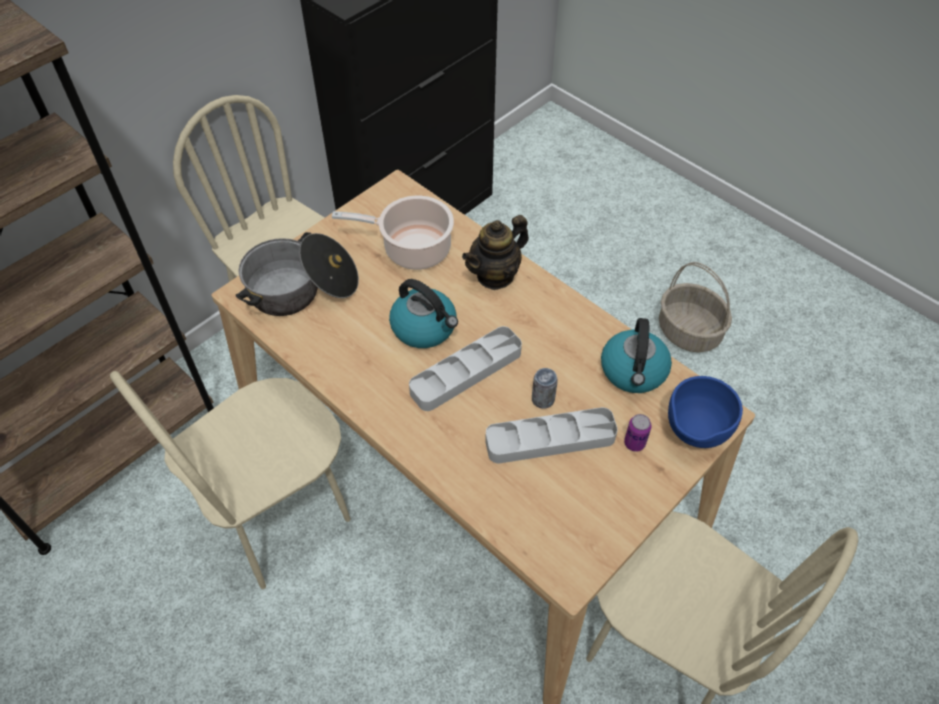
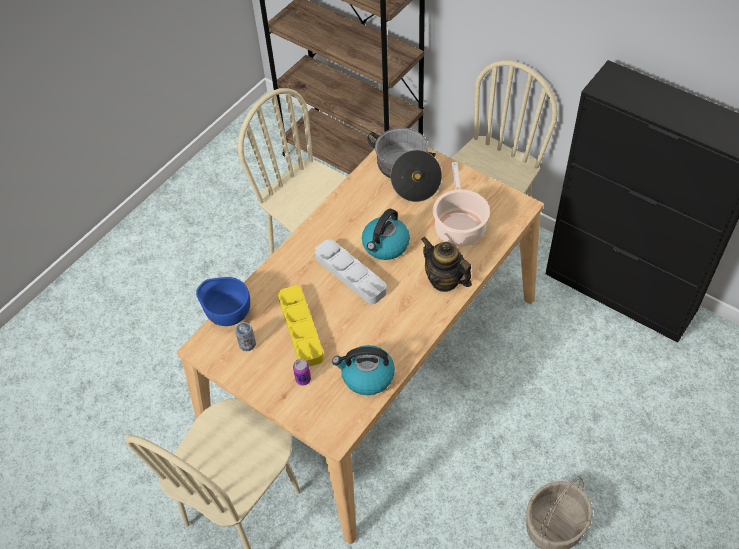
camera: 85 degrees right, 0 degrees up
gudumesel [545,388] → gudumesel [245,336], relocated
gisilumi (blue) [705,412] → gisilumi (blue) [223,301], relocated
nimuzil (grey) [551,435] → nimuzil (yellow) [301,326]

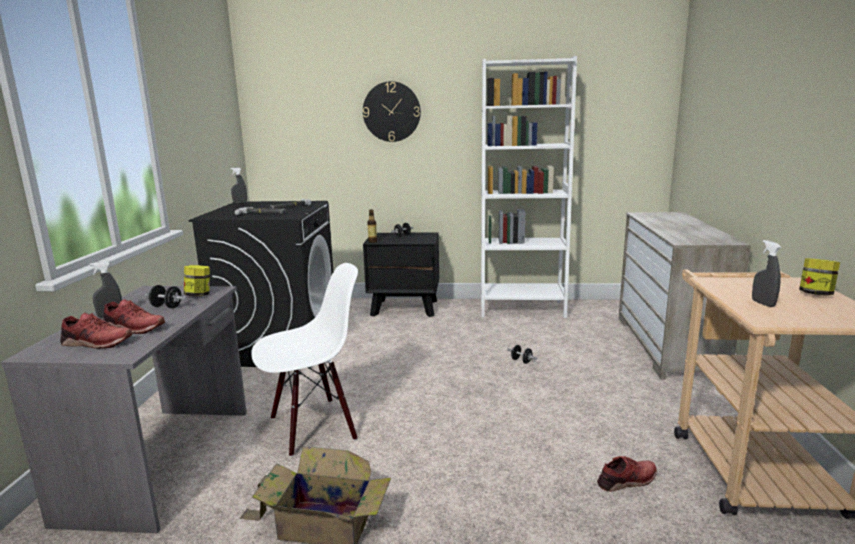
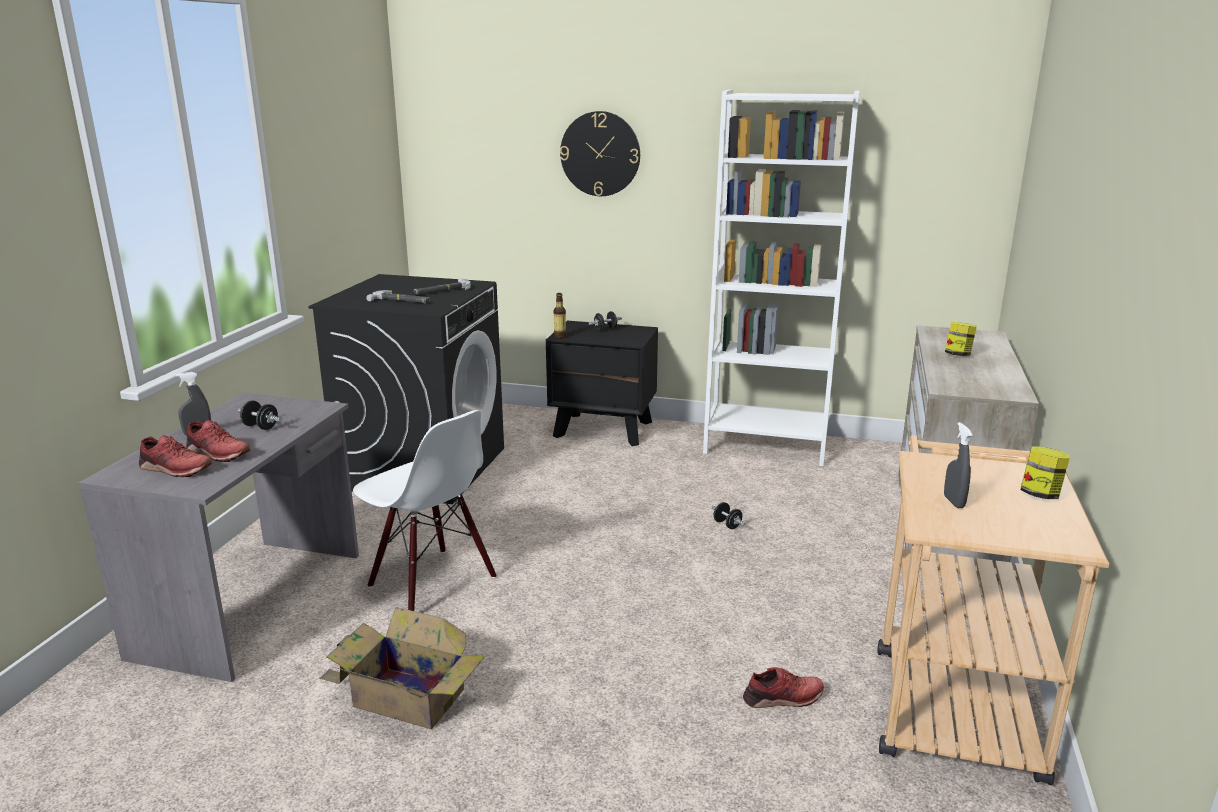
camera: 10 degrees right, 5 degrees up
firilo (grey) [238,185] → -
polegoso [197,280] → polegoso [961,339], relocated
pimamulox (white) [304,360] → pimamulox (white) [425,510], 60 degrees clockwise

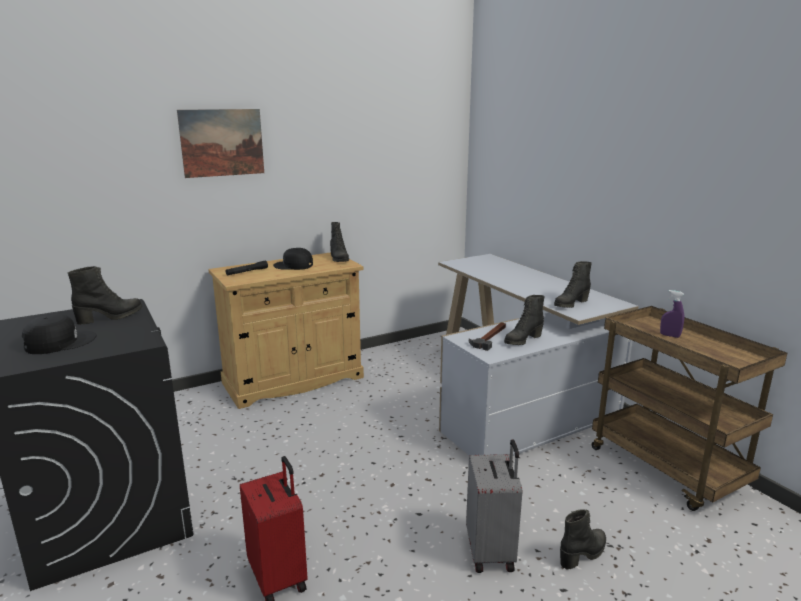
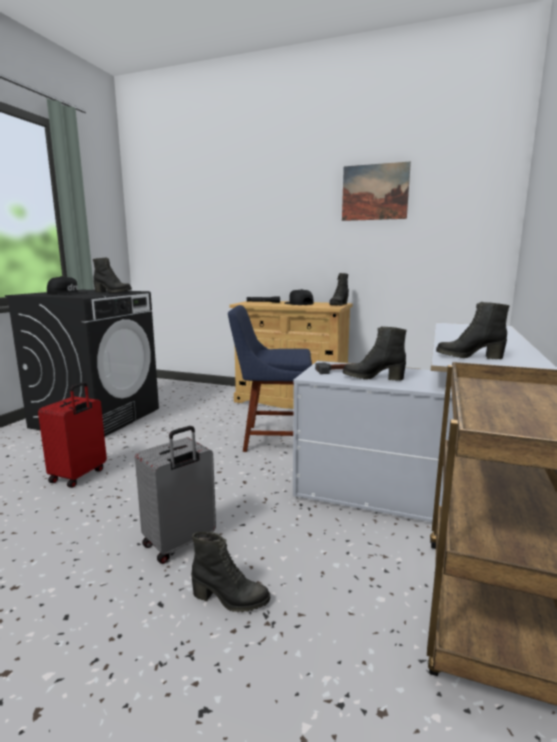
camera: 50 degrees right, 5 degrees down
firilo (purple) [672,314] → -
- → pimamulox (blue) [270,378]
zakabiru [220,143] → zakabiru [376,191], relocated

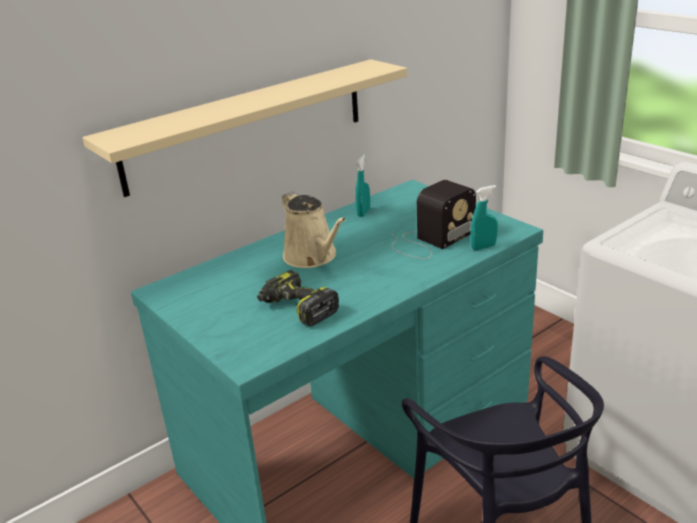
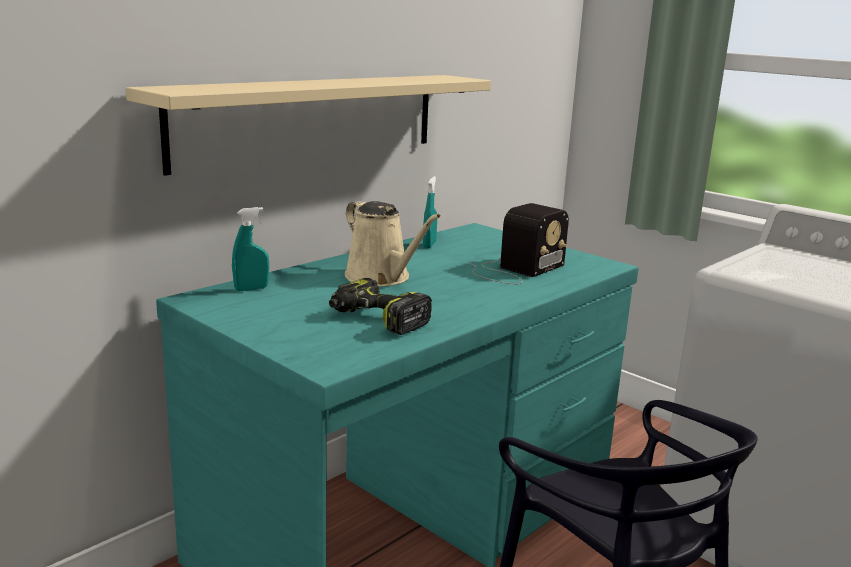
camera: 10 degrees left, 10 degrees down
firilo (turquoise) [484,217] → firilo (turquoise) [250,249], relocated

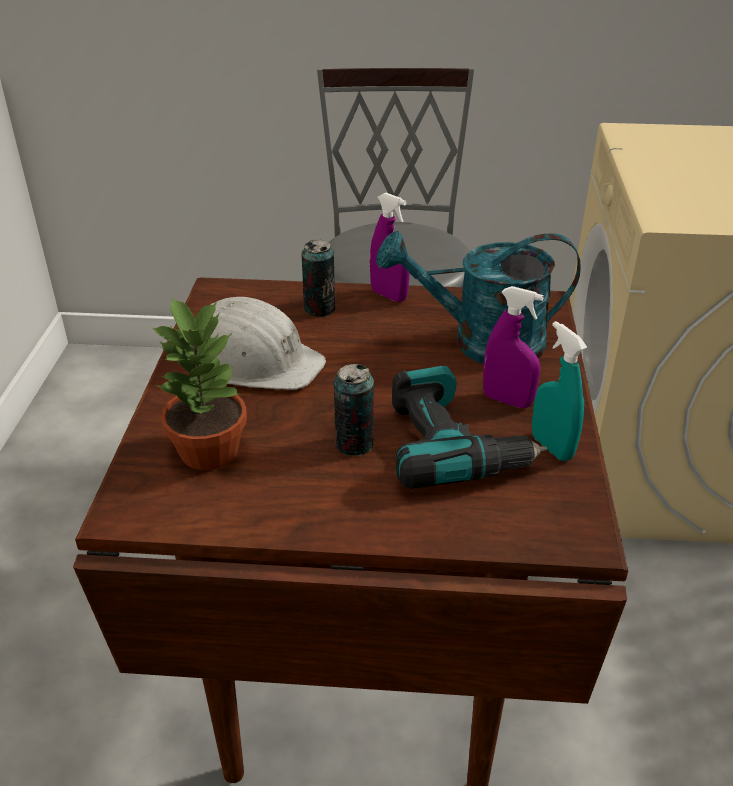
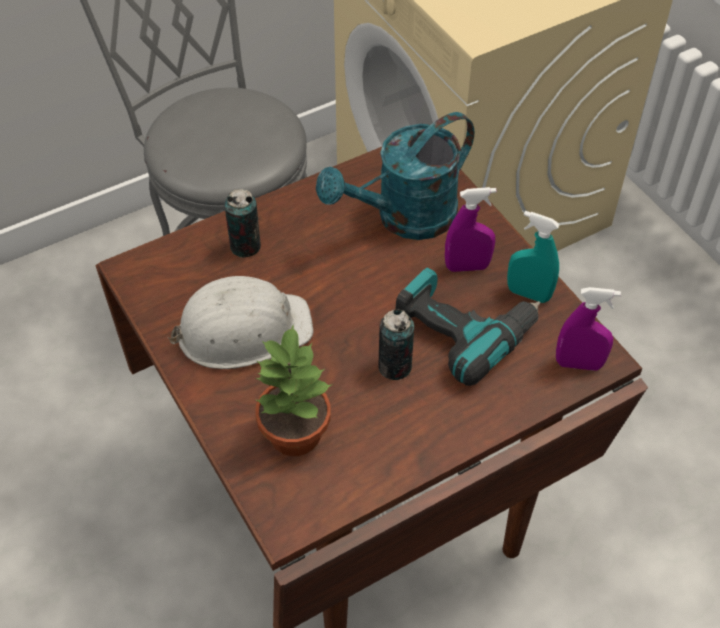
camera: 35 degrees left, 15 degrees up
firilo (purple) [390,247] → firilo (purple) [588,329], relocated

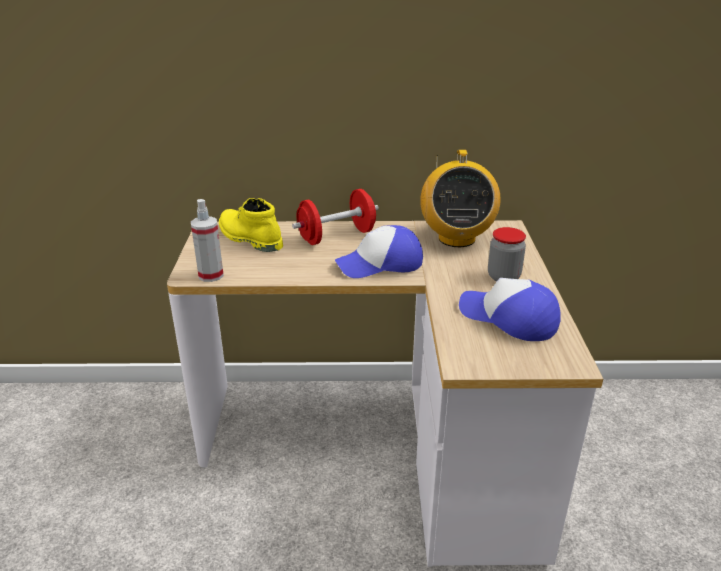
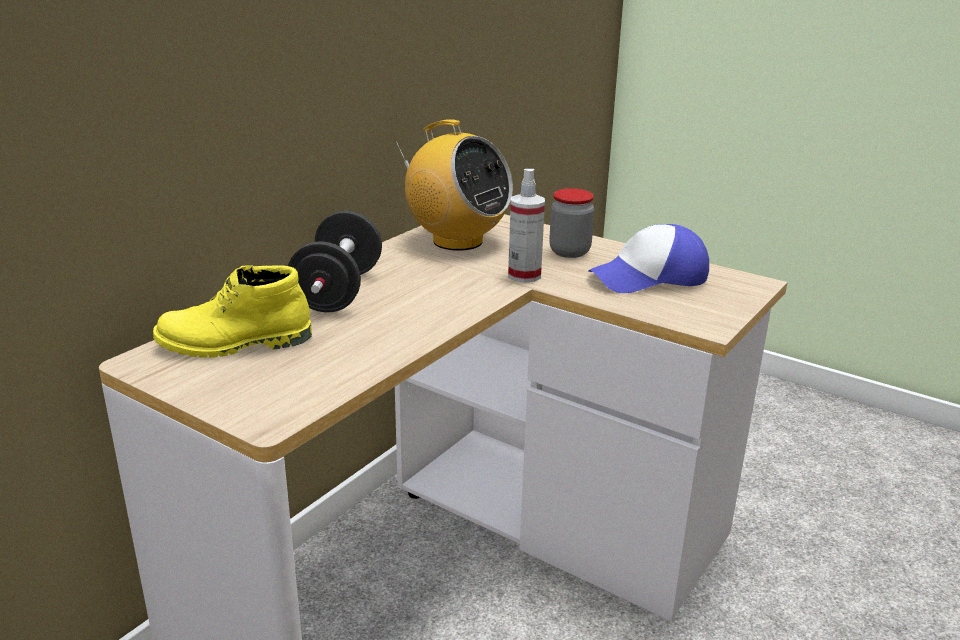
camera: 55 degrees left, 5 degrees down
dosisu [379,251] → -
firilo [207,240] → firilo [526,226], relocated
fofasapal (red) [335,217] → fofasapal (black) [335,261]

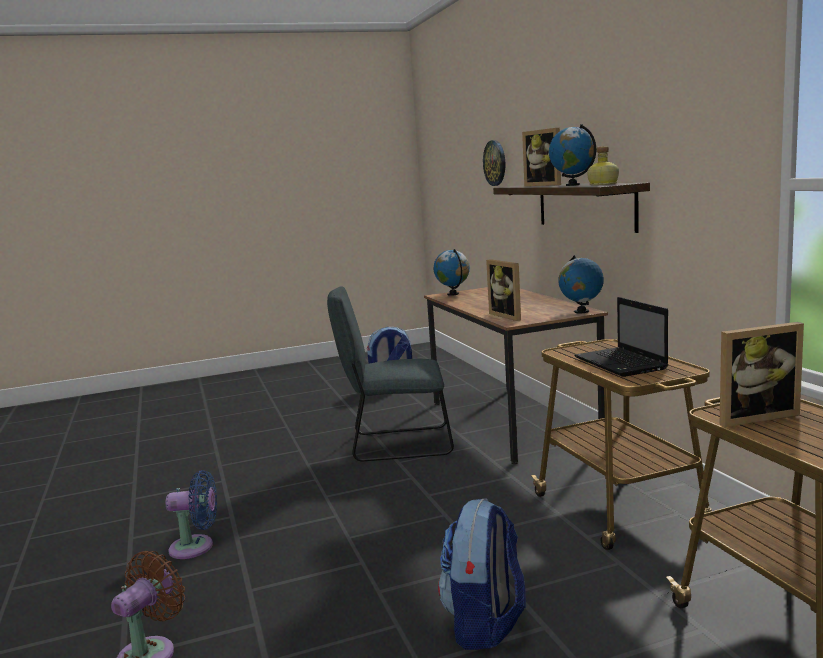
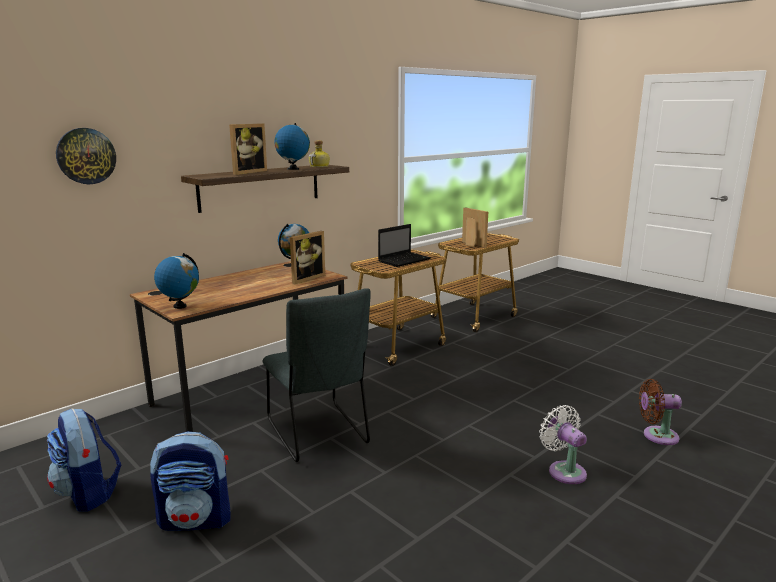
camera: 115 degrees left, 5 degrees up
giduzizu [482,574] → giduzizu [190,481], relocated
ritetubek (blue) [191,514] → ritetubek (white) [563,444]

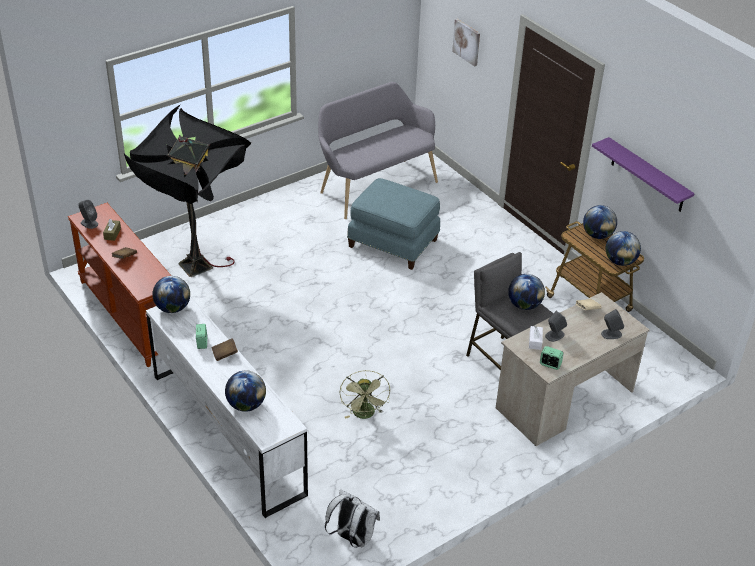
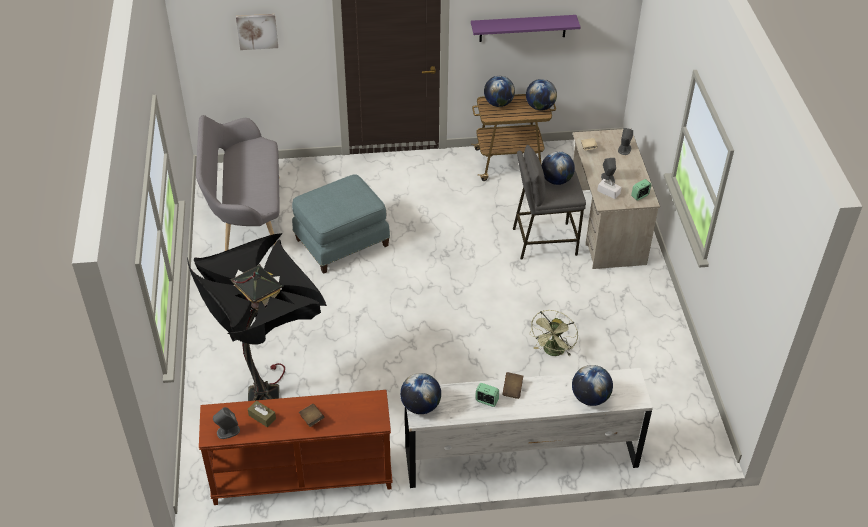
camera: 60 degrees left, 5 degrees up
giduzizu (white) [352,518] → -
ritetubek (green) [364,394] → ritetubek (green) [553,333], 90 degrees clockwise

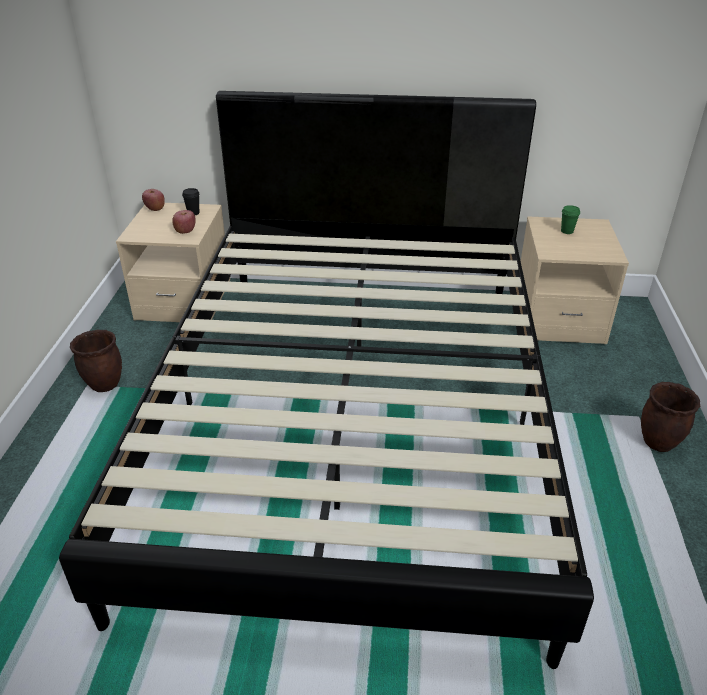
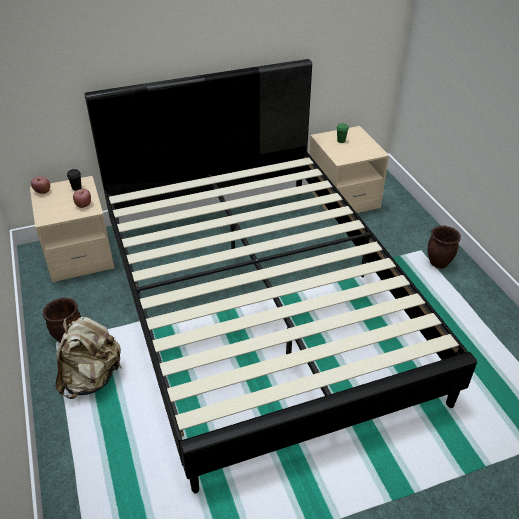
camera: 25 degrees left, 5 degrees up
- → giduzizu (beige) [88,358]

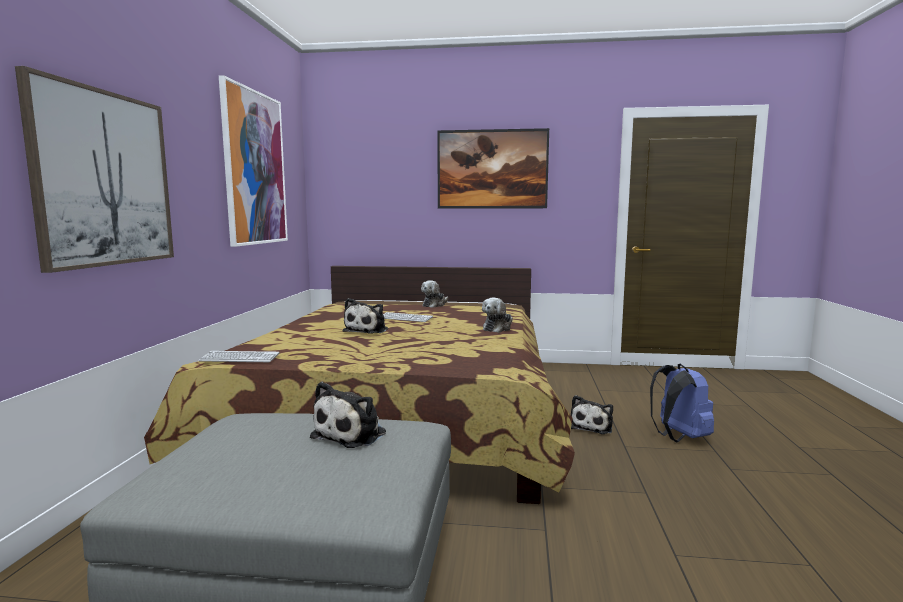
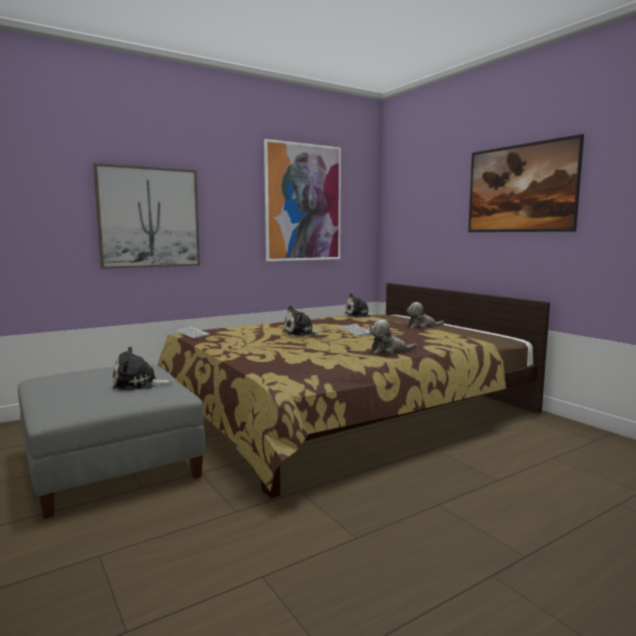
camera: 50 degrees right, 0 degrees up
giduzizu (blue) [682,403] → -
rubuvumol [592,414] → rubuvumol [361,305], relocated

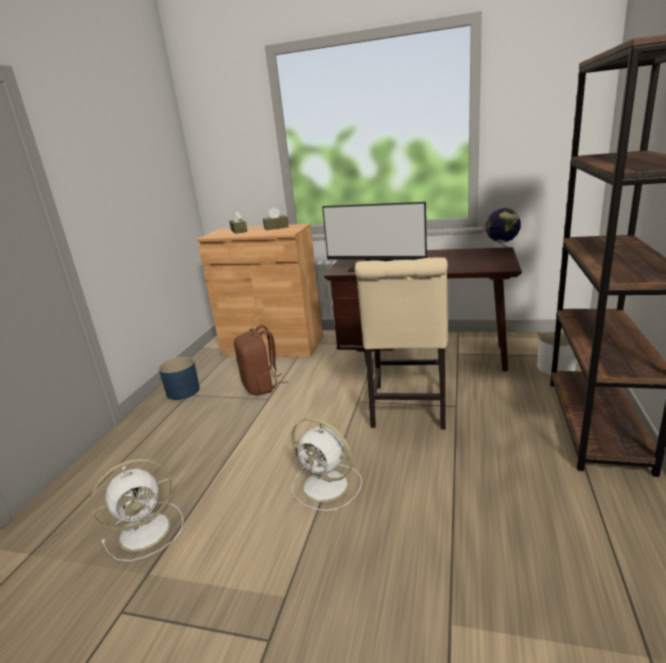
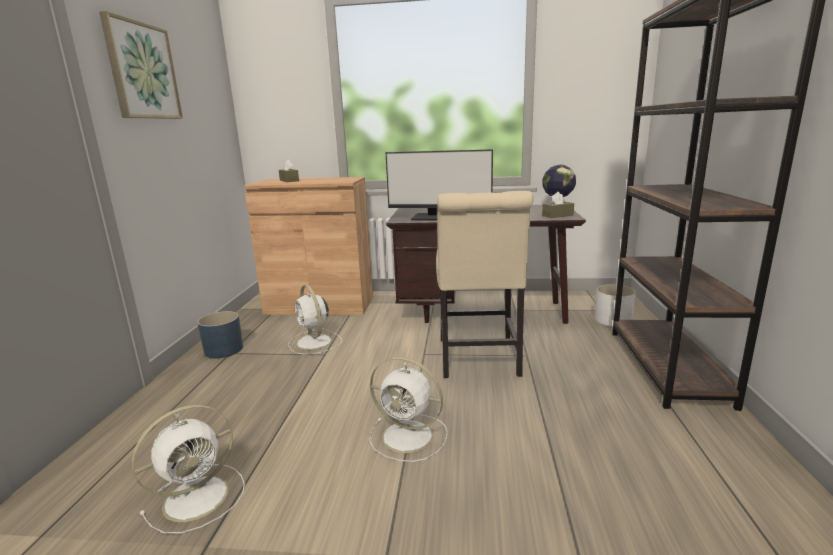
camera: 10 degrees left, 5 degrees down
- → zakabiru [141,65]
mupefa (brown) [276,219] → mupefa (brown) [558,205], relocated
giduzizu (brown) [261,360] → ritetubek (white) [315,320]

